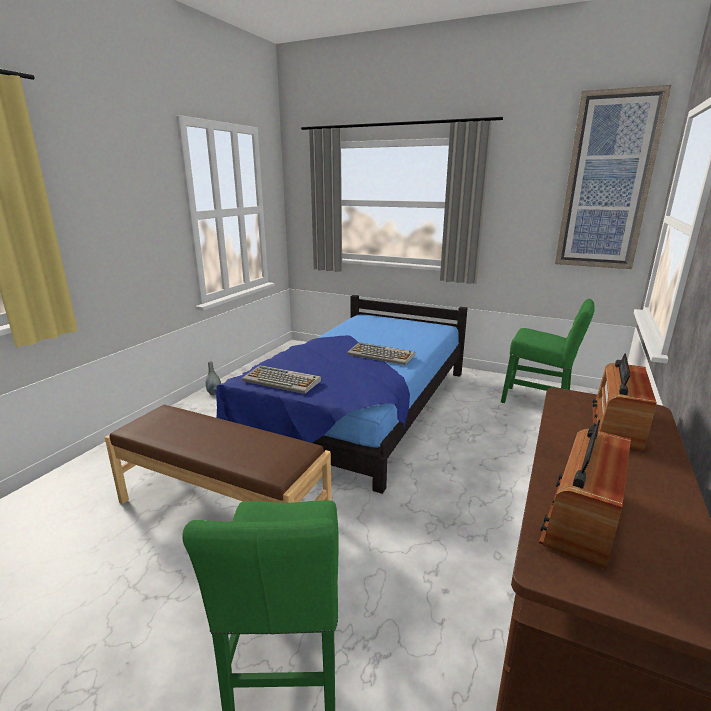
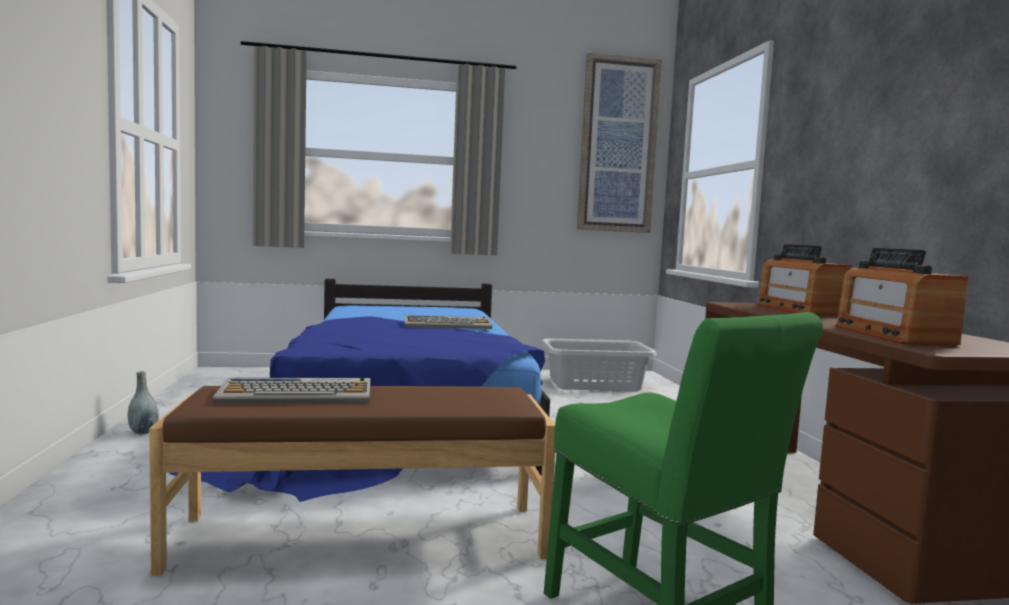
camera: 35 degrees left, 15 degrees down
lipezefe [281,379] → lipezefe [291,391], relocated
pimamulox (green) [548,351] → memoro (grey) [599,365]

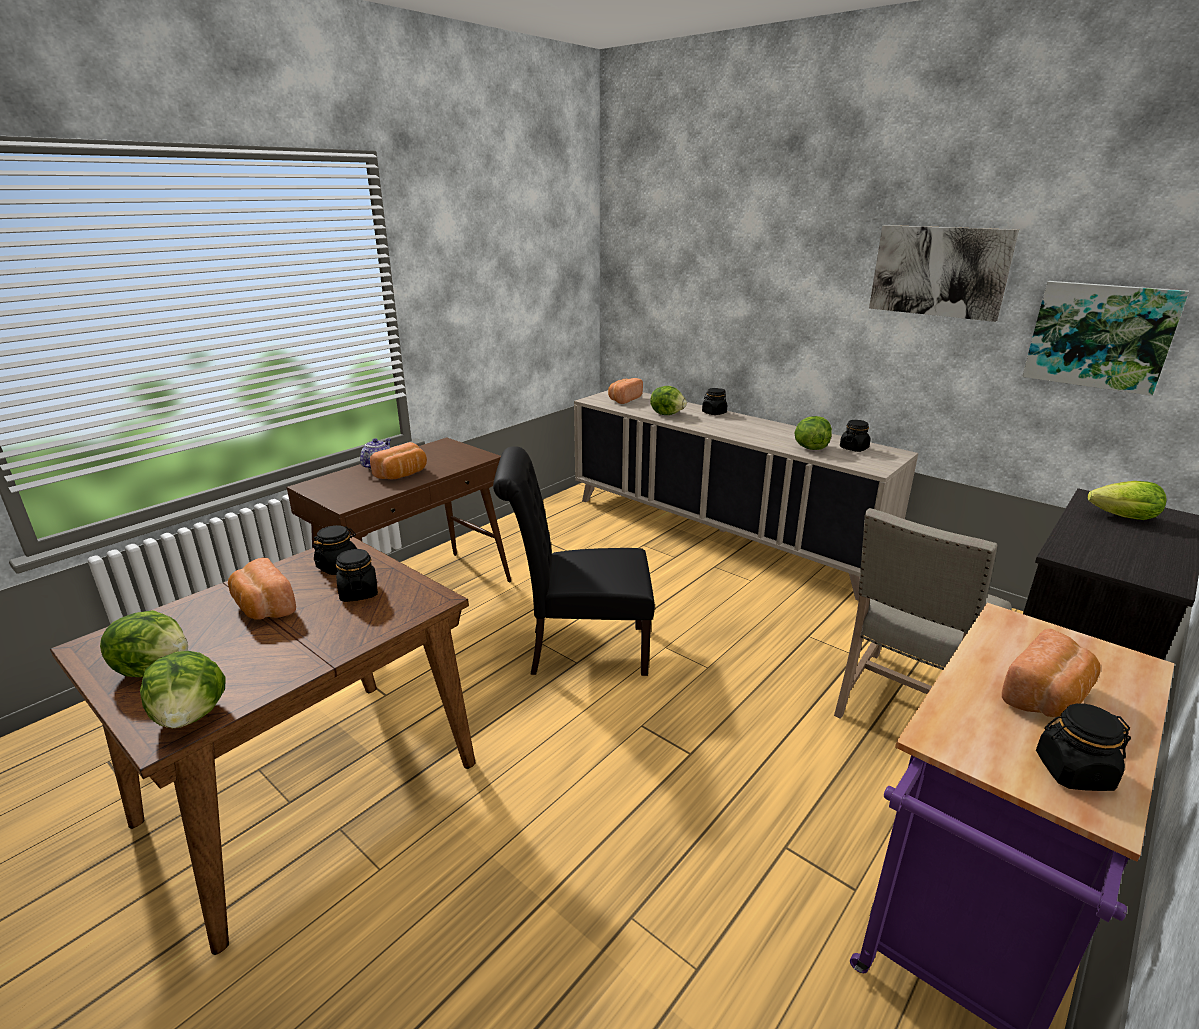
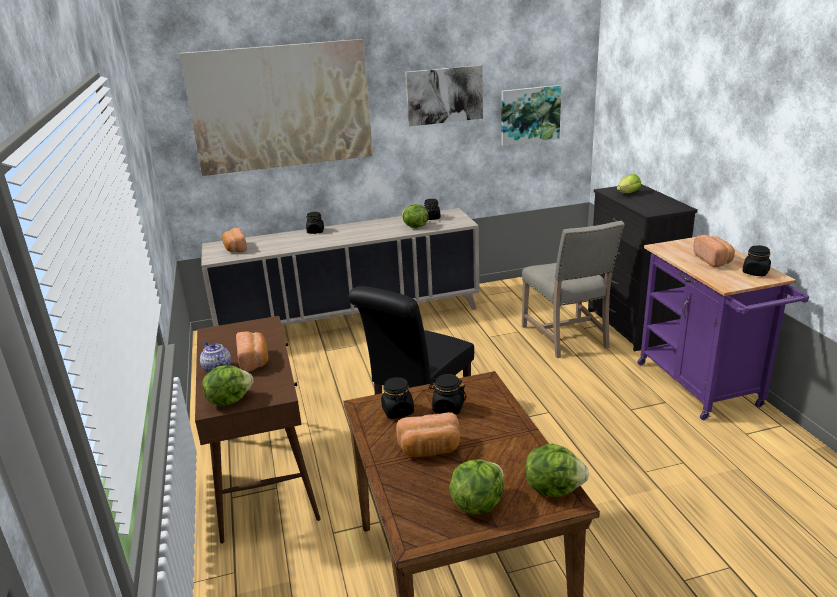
camera: 55 degrees left, 0 degrees up
- → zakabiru [276,107]
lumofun [668,400] → lumofun [227,385], relocated

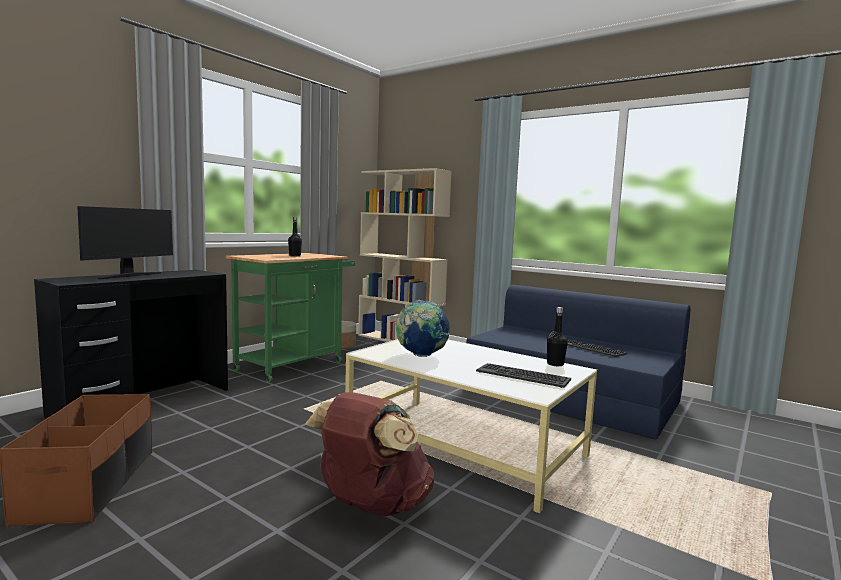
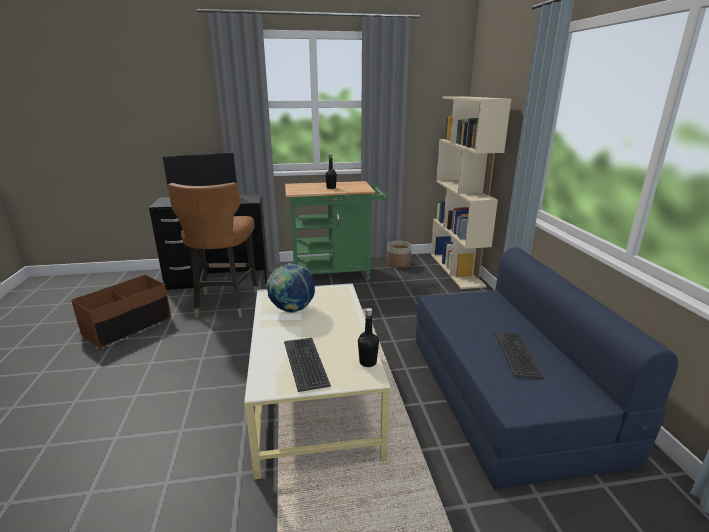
camera: 45 degrees right, 15 degrees up
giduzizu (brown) [369,454] → -
- → pimamulox (brown) [213,250]

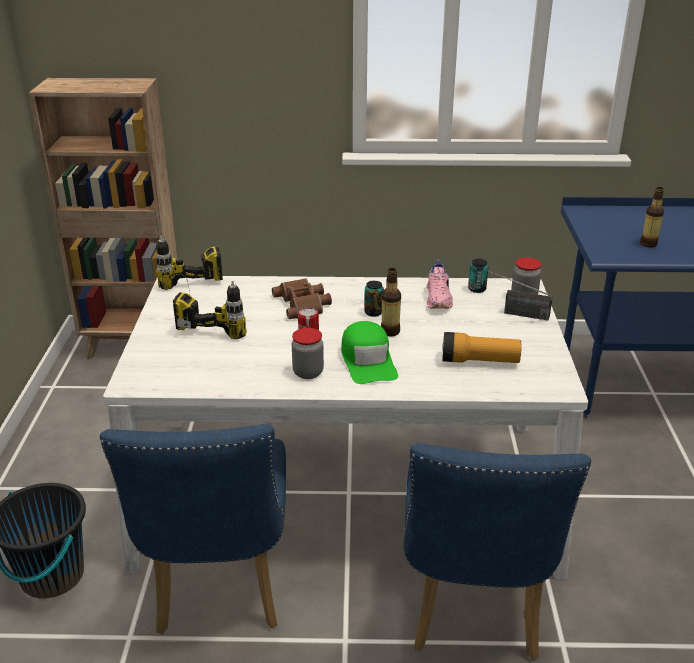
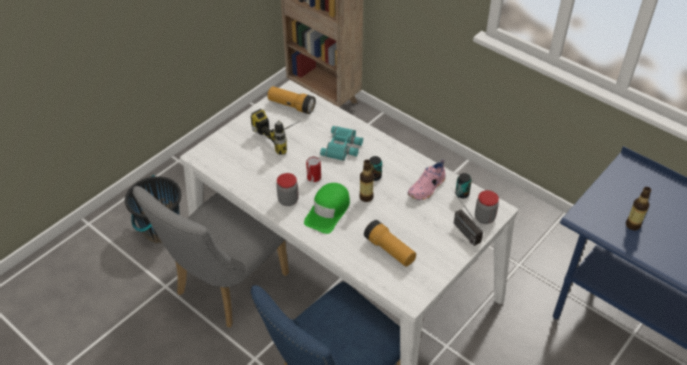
camera: 40 degrees right, 15 degrees up
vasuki [189,263] → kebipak [291,100]
pimamulox (blue) [193,529] → pimamulox (grey) [210,257]
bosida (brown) [302,298] → bosida (turquoise) [341,143]

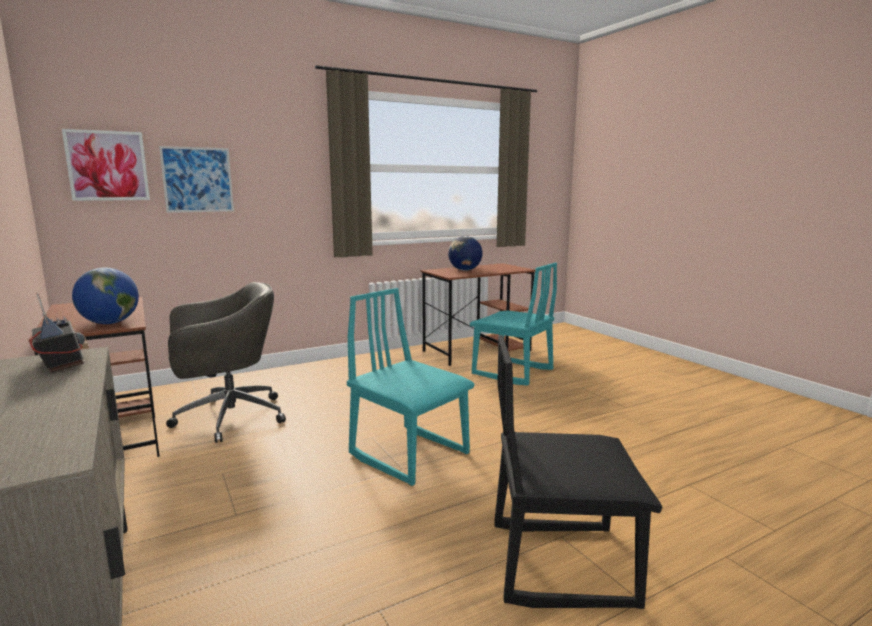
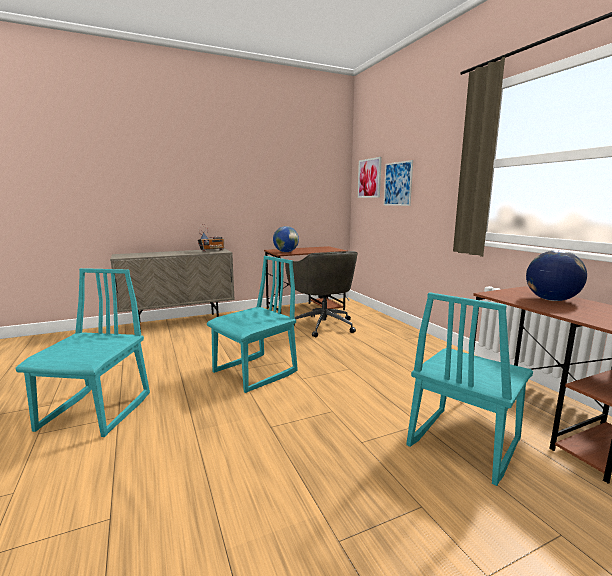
camera: 95 degrees right, 0 degrees up
pimamulox (black) [578,472] → pimamulox (turquoise) [82,352]

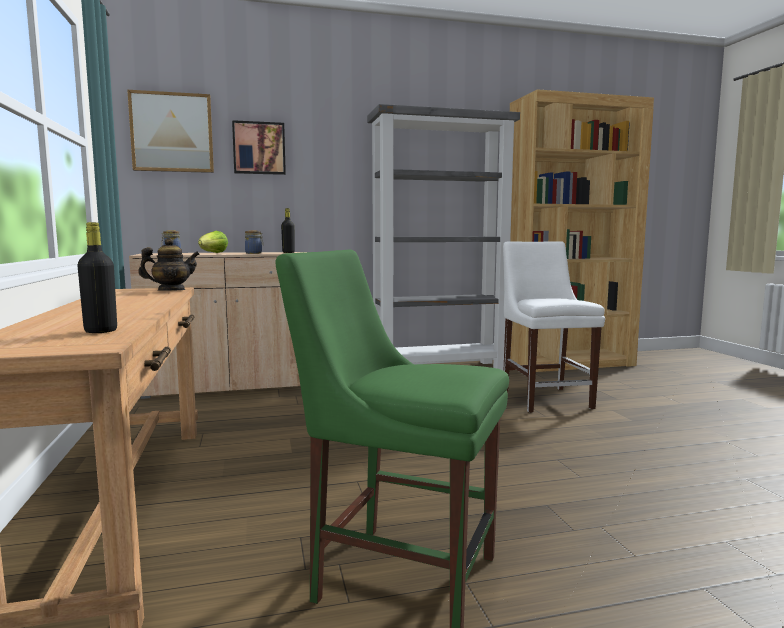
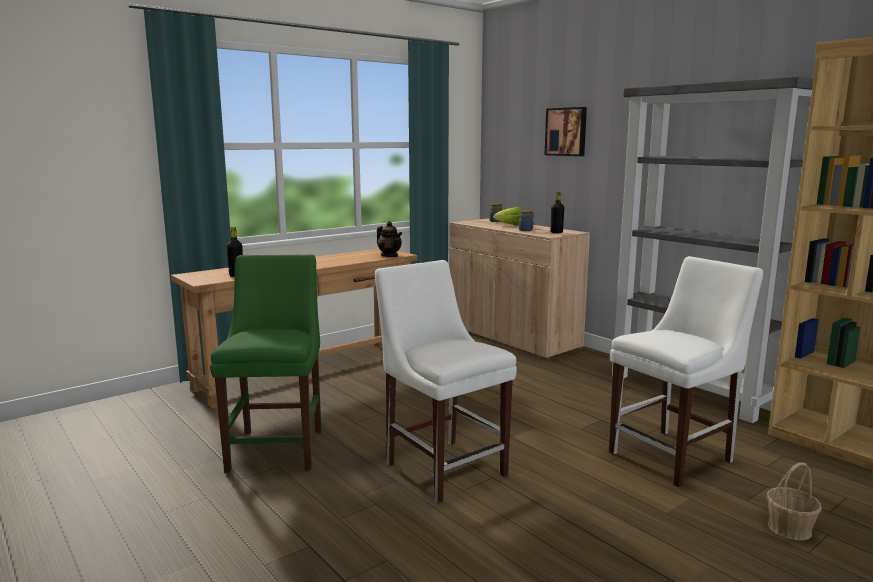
camera: 65 degrees right, 5 degrees up
zakabiru [170,131] → -
- → pimamulox (white) [446,381]
- → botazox [794,501]

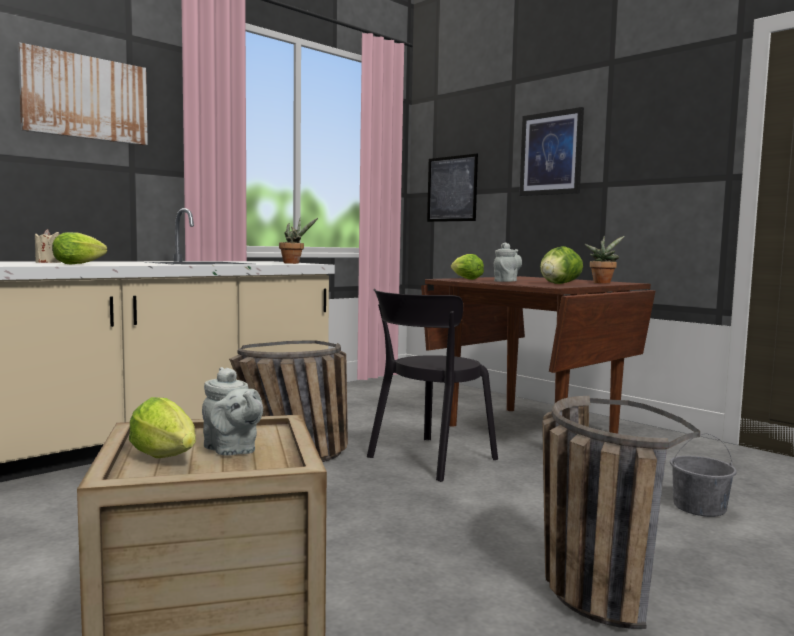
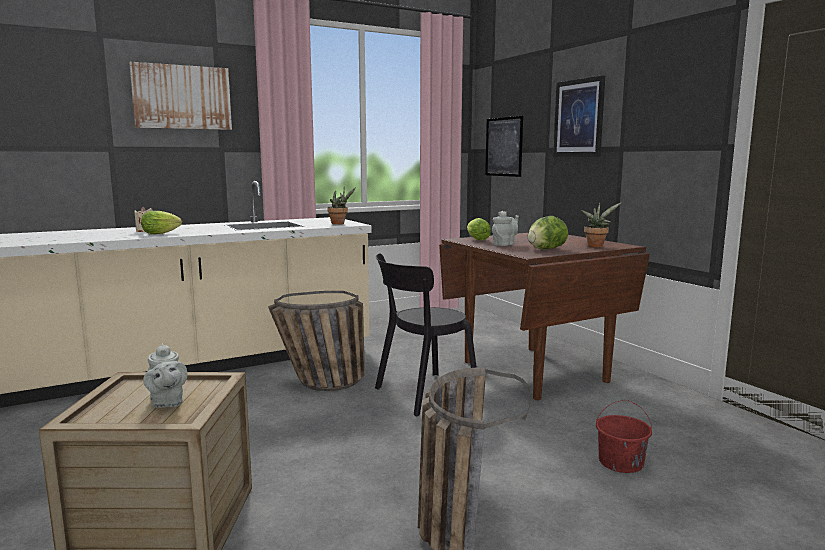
camera: 15 degrees right, 5 degrees up
lumofun [162,427] → -
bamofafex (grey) [703,475] → bamofafex (red) [624,436]

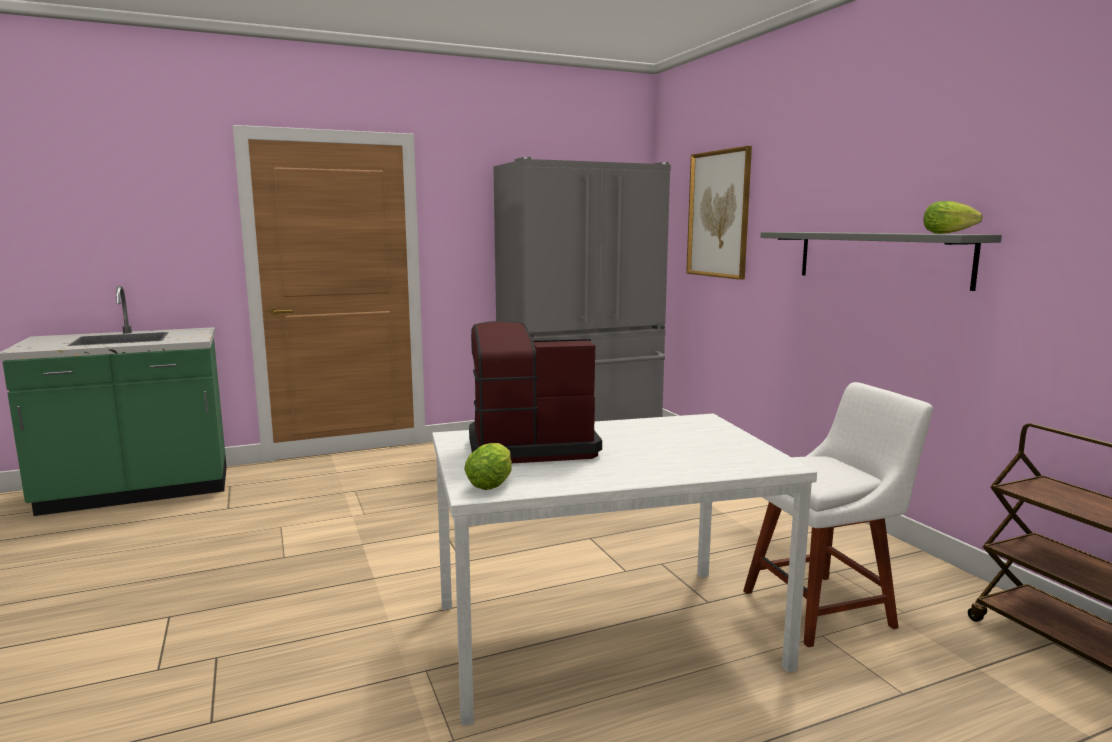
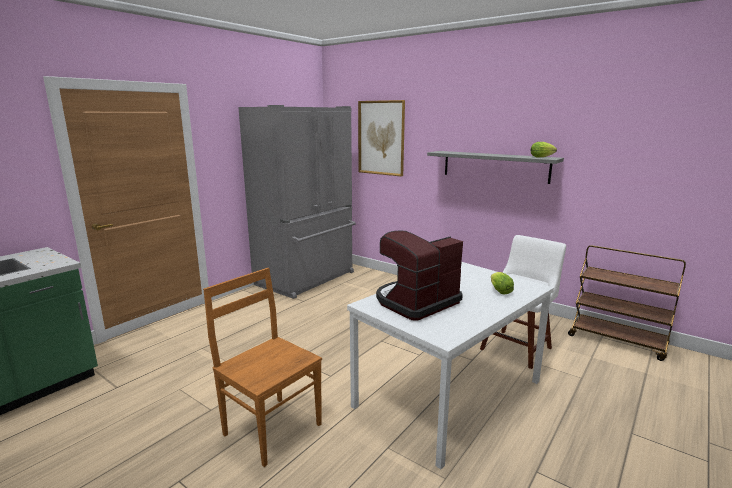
camera: 30 degrees left, 5 degrees up
- → pimamulox (brown) [262,367]
lumofun [488,466] → lumofun [502,283], relocated

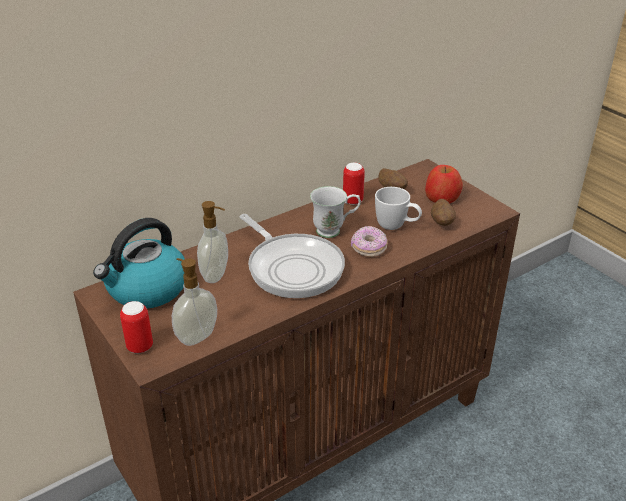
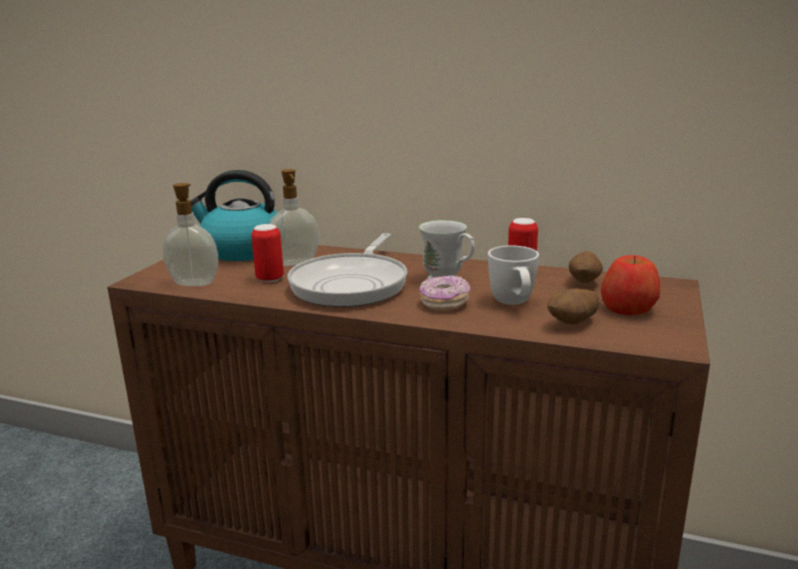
camera: 55 degrees right, 15 degrees down
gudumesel [136,327] → gudumesel [267,253], relocated

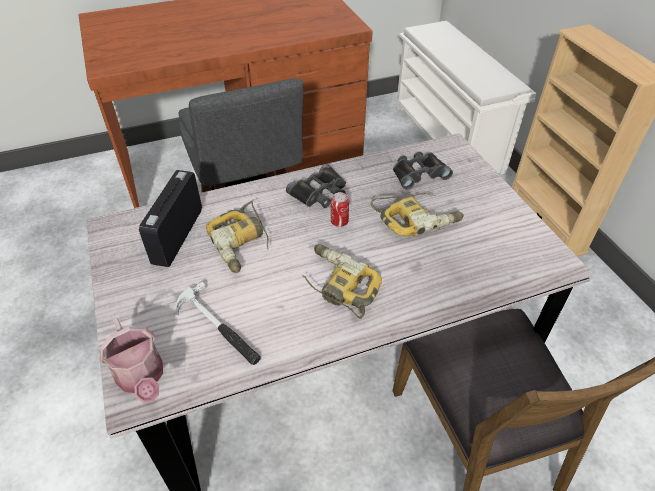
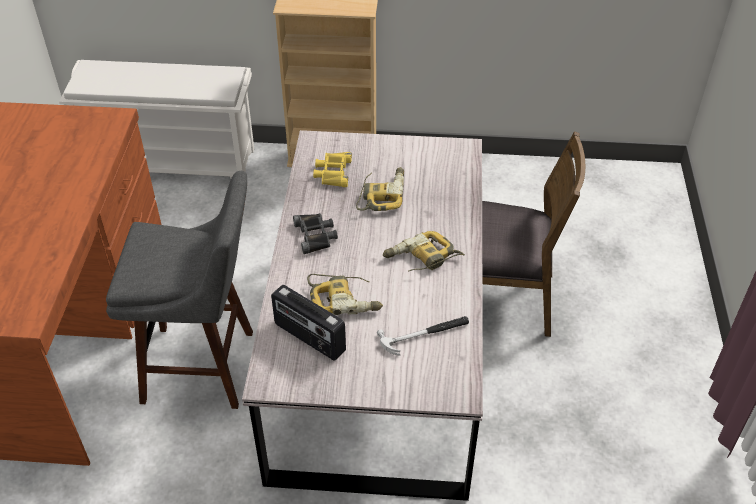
camera: 65 degrees left, 0 degrees up
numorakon [131,360] → -
gudumesel [340,209] → -
bosida (black) [423,171] → bosida (yellow) [332,169]

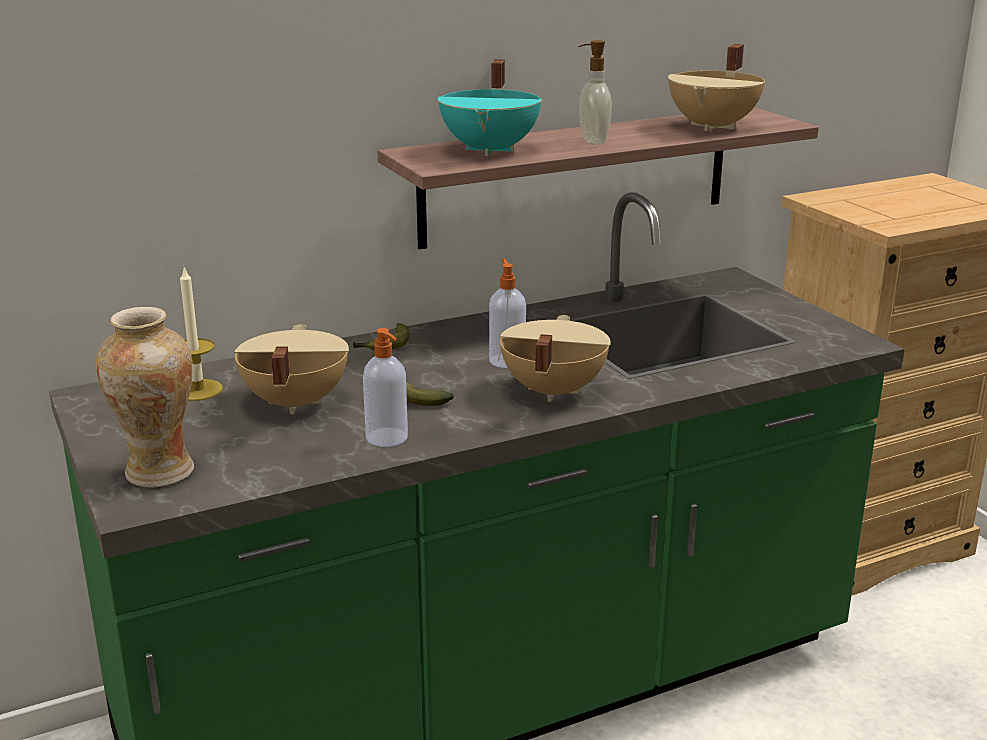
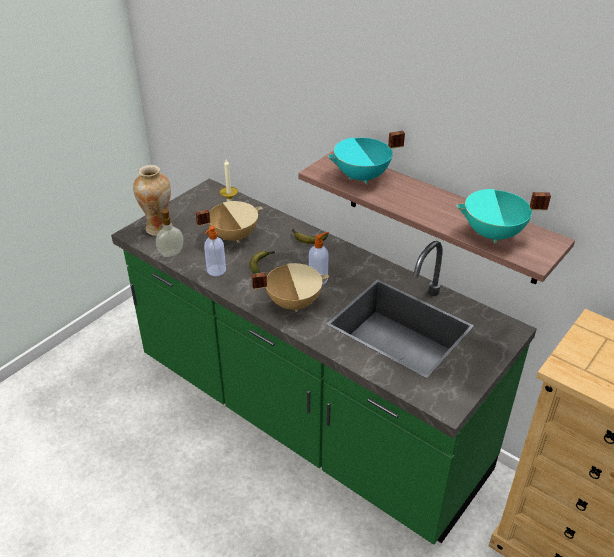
camera: 65 degrees right, 15 degrees up
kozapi [595,92] → kozapi [170,232], relocated
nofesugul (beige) [716,87] → nofesugul (turquoise) [503,216]

